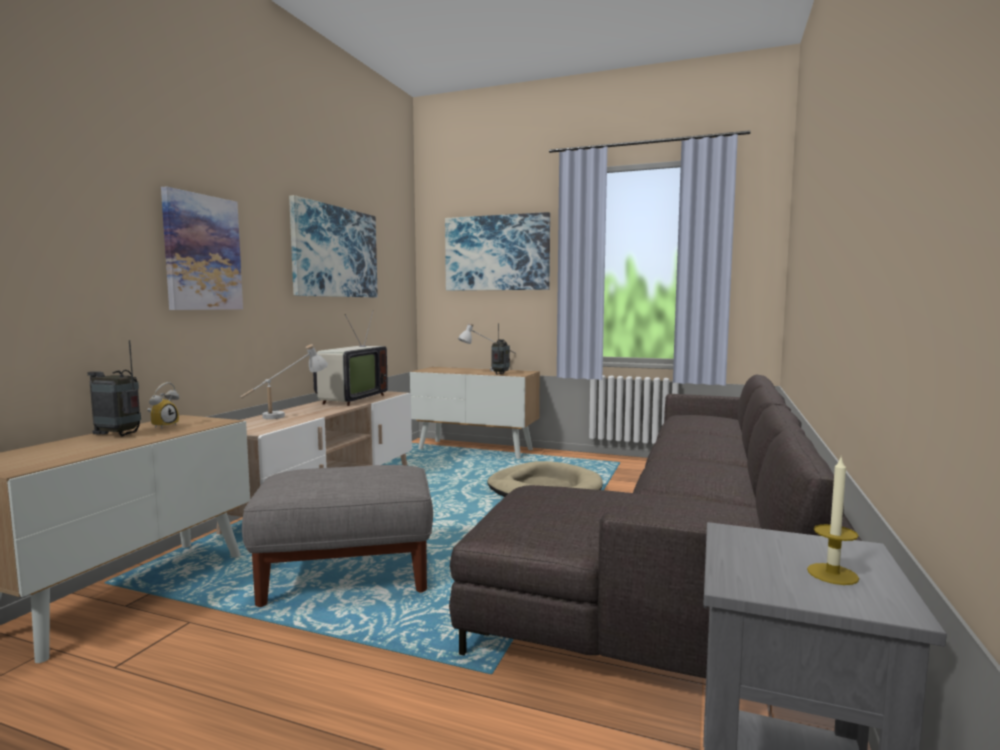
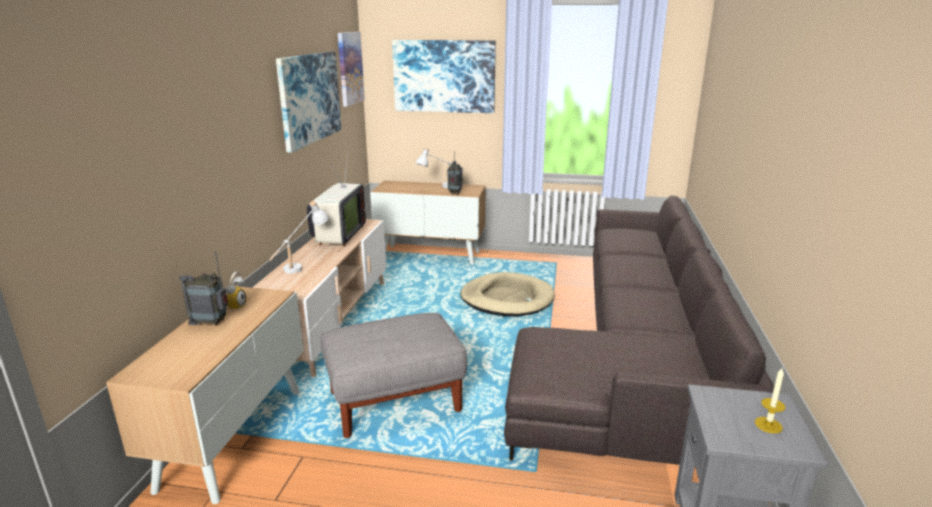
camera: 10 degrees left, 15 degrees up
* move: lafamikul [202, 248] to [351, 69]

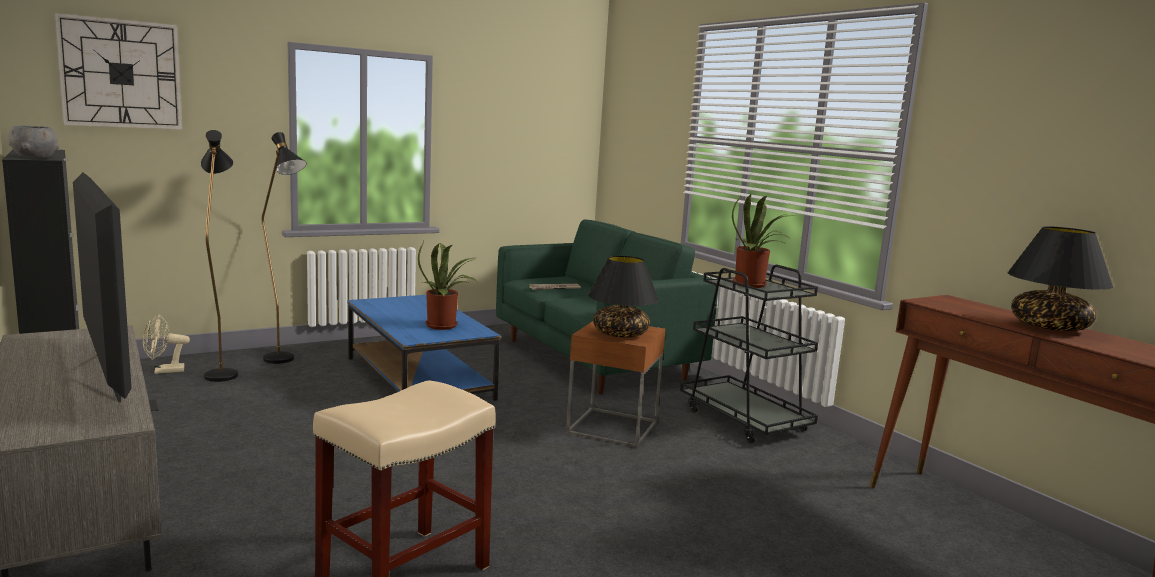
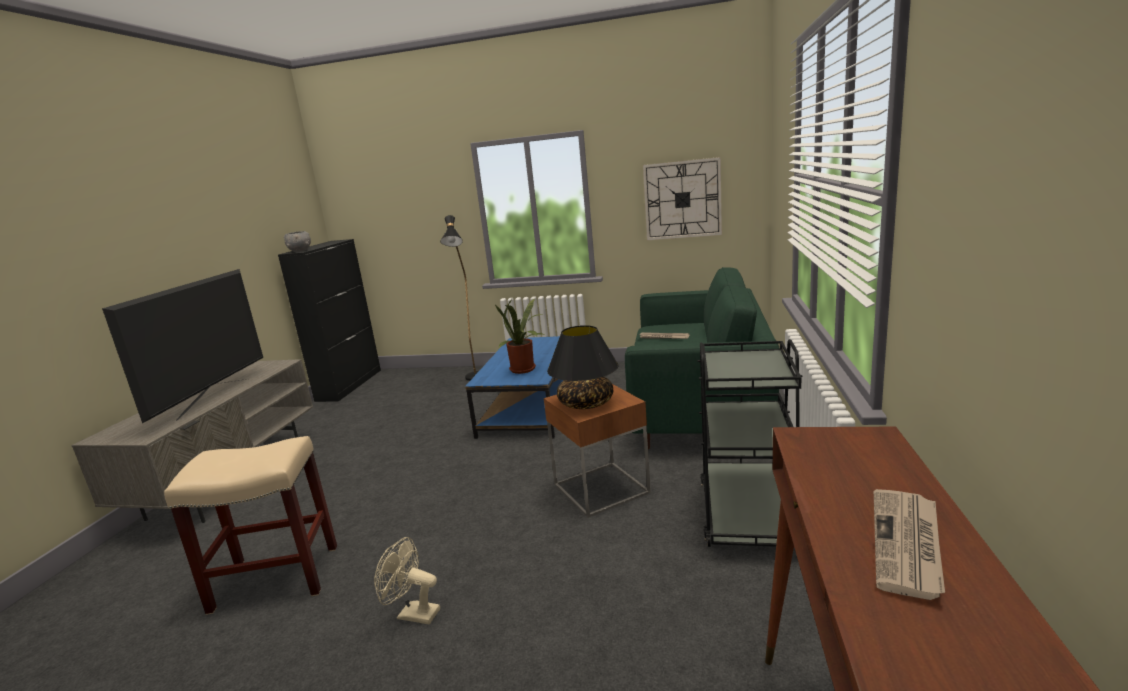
camera: 45 degrees right, 5 degrees up
* delete: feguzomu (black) [219, 256]
* delete: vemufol [763, 241]
* move: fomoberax [118, 71] to [682, 198]
* move: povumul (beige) [166, 344] to [407, 580]
* replace: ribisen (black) [1060, 278] to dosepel [909, 544]

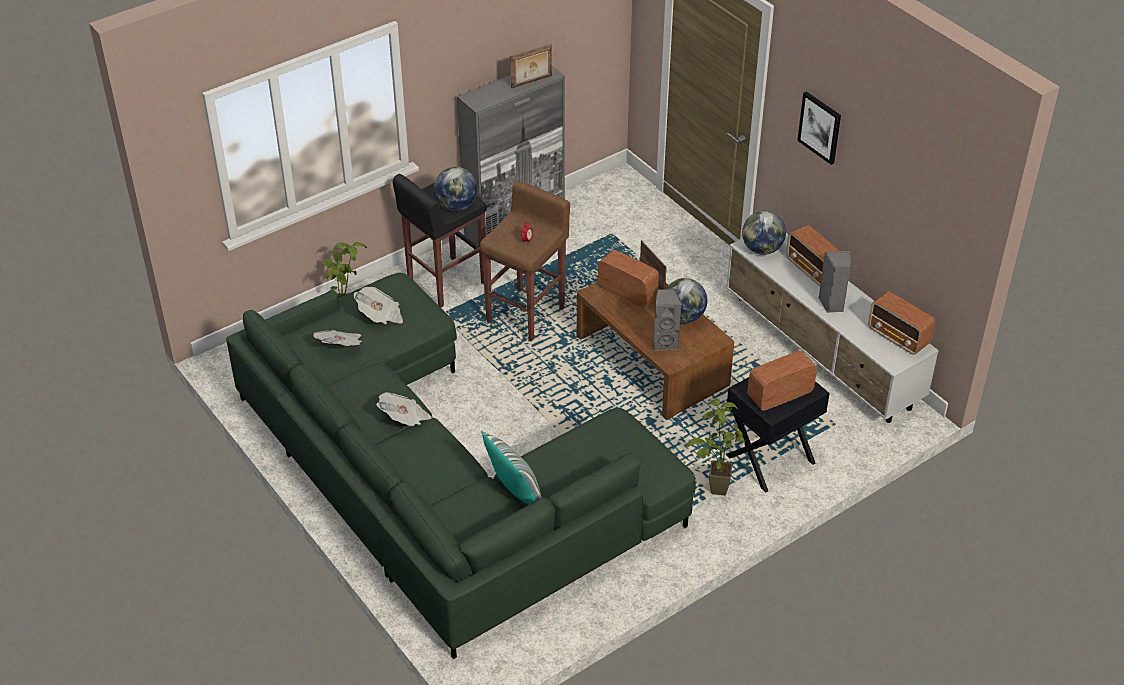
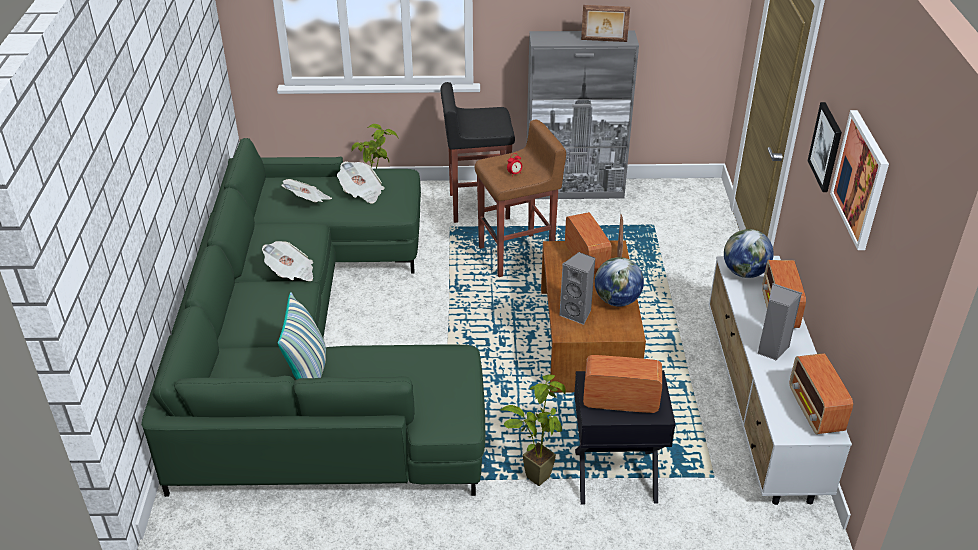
camera: 35 degrees right, 5 degrees down
* delete: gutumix [455, 189]
* insert: lafamikul [859, 180]

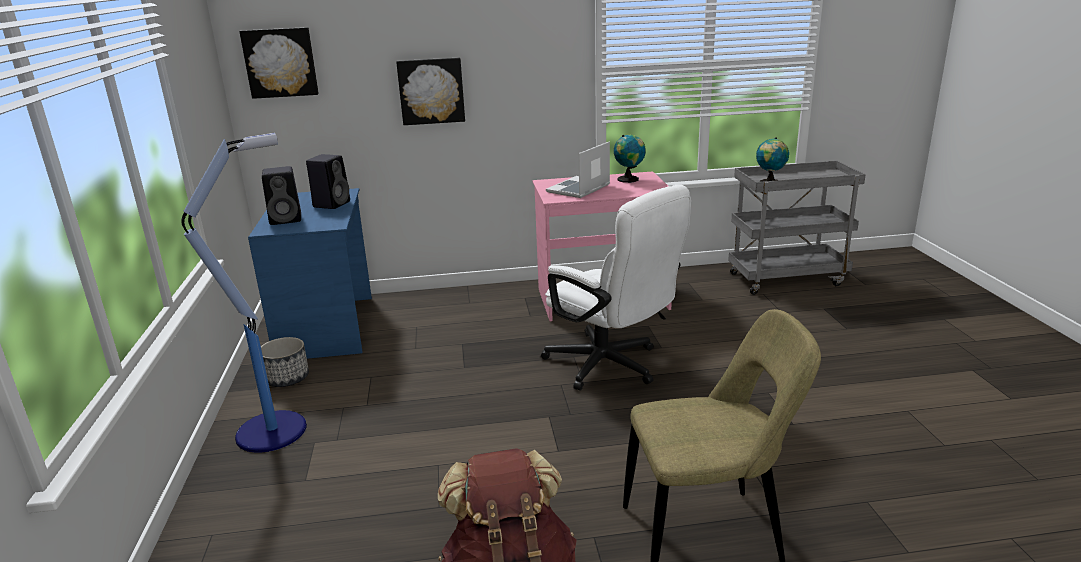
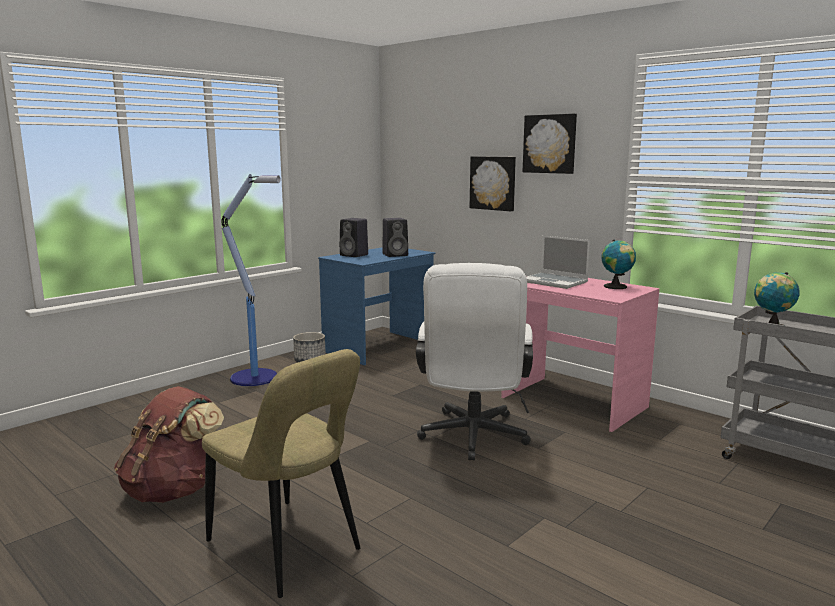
camera: 50 degrees right, 10 degrees down
* move: lafamikul [279, 63] to [550, 144]
* rotate: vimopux [578, 170] = [558, 262] 135 degrees counterclockwise

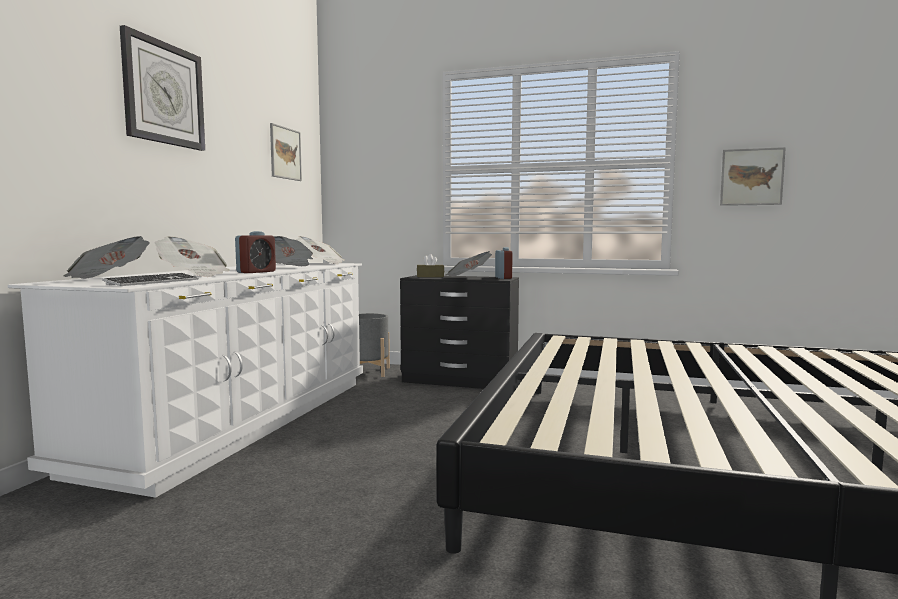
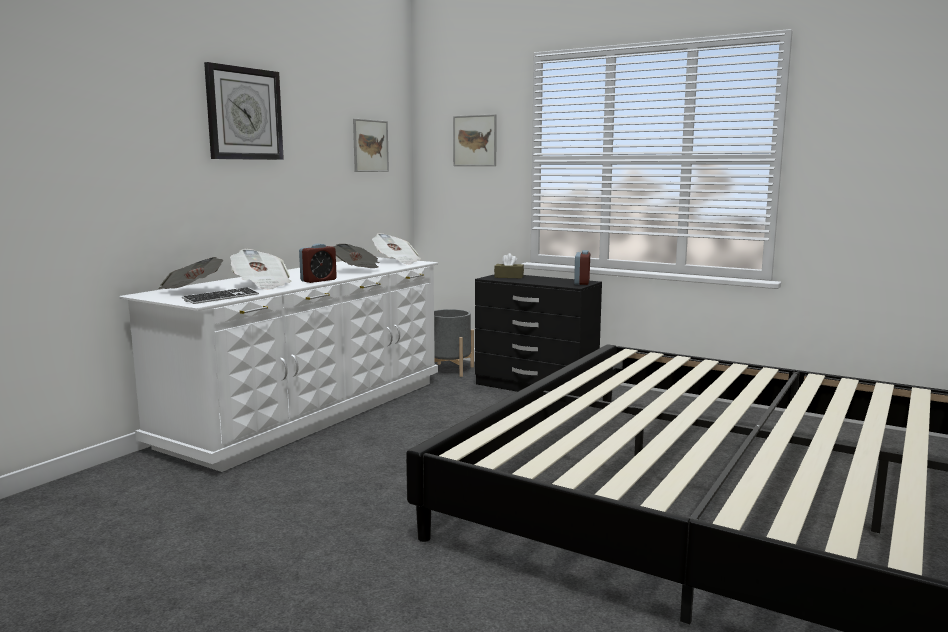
camera: 15 degrees right, 5 degrees up
* delete: dosepel [468, 264]
* move: lafamikul [753, 176] to [475, 140]

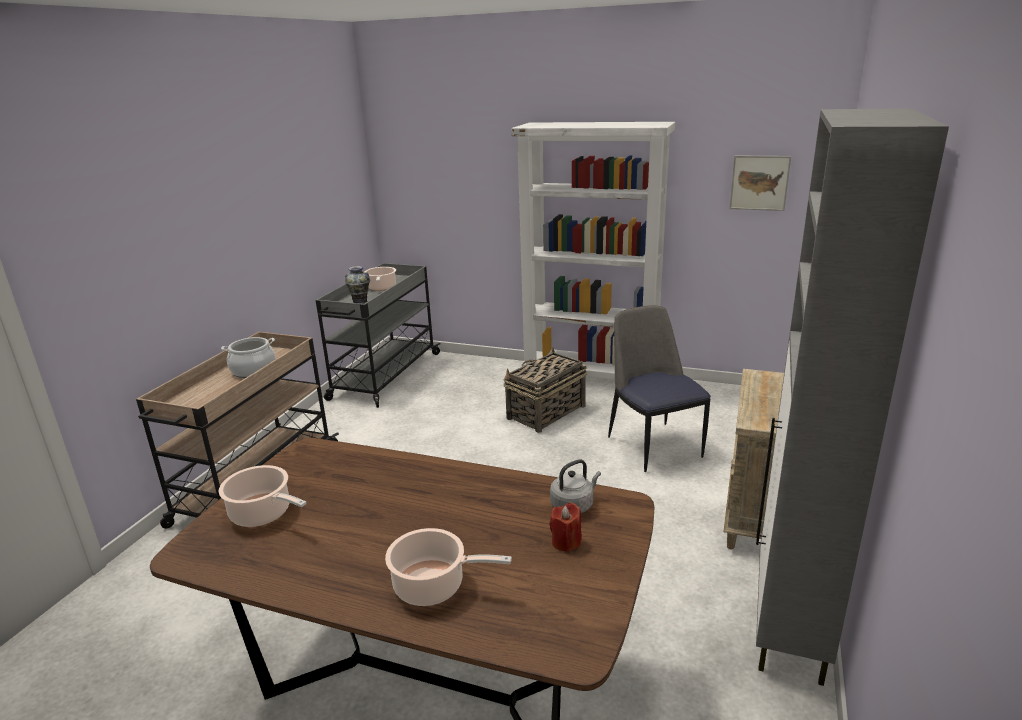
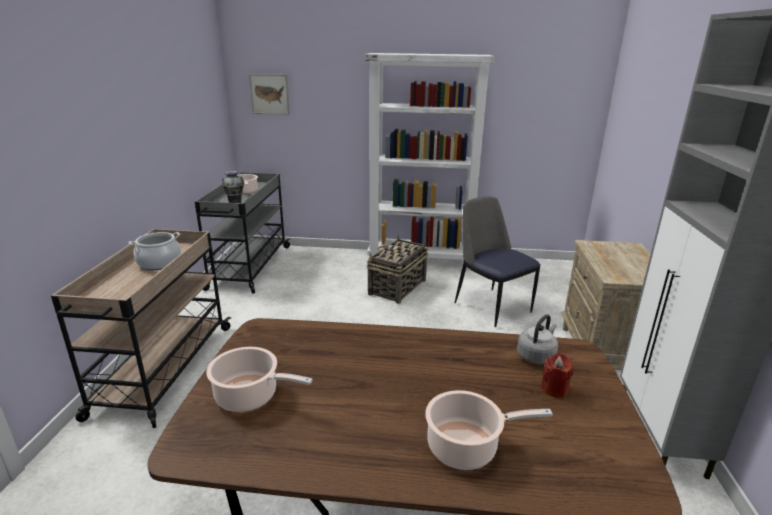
camera: 15 degrees left, 0 degrees up
* move: lafamikul [760, 183] to [269, 94]

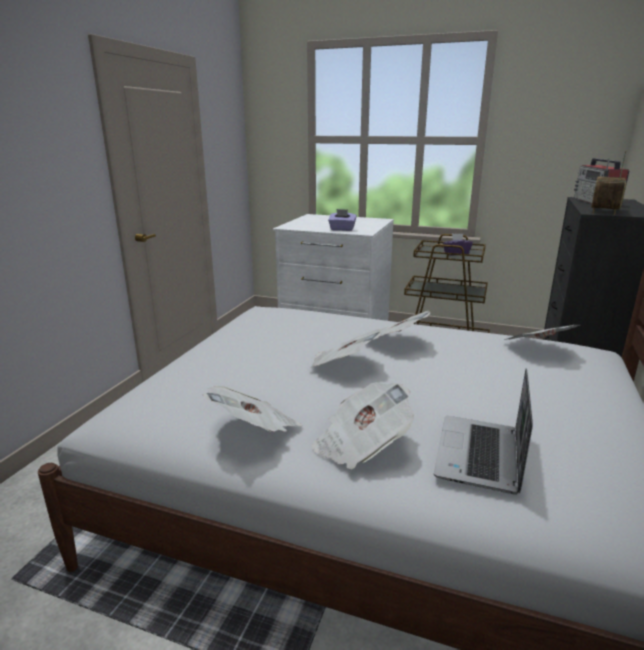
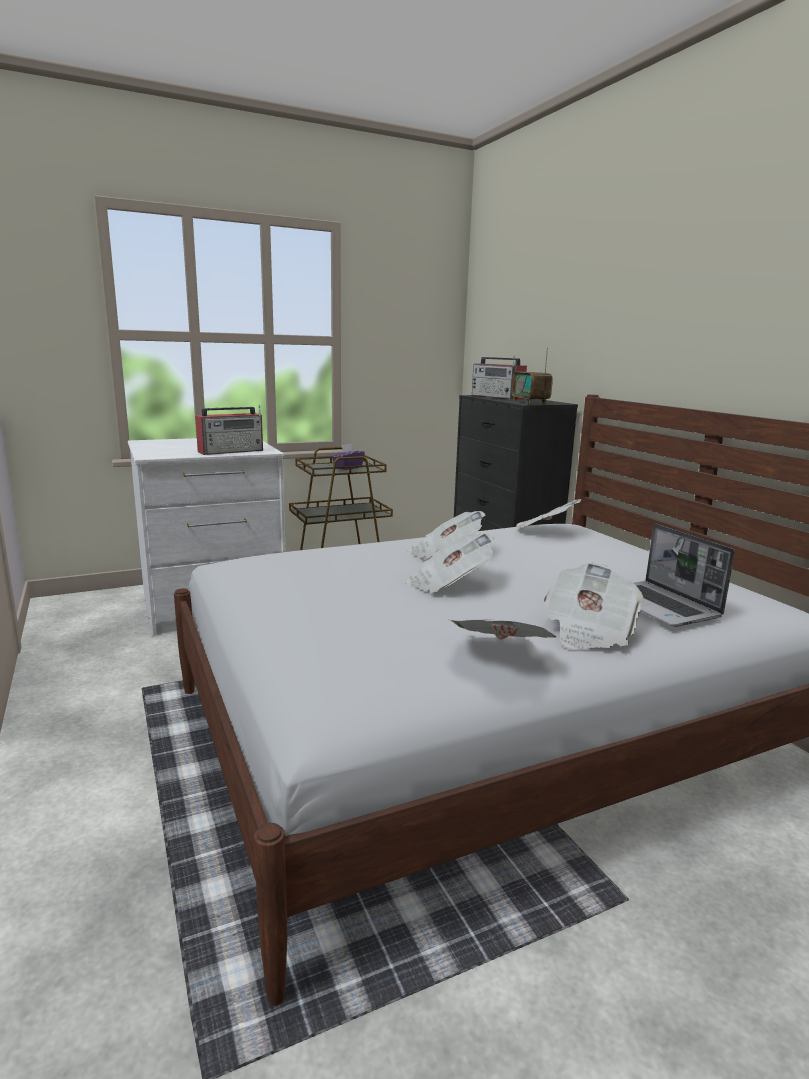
camera: 45 degrees left, 5 degrees down
* replace: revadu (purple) [342, 220] to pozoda [229, 430]

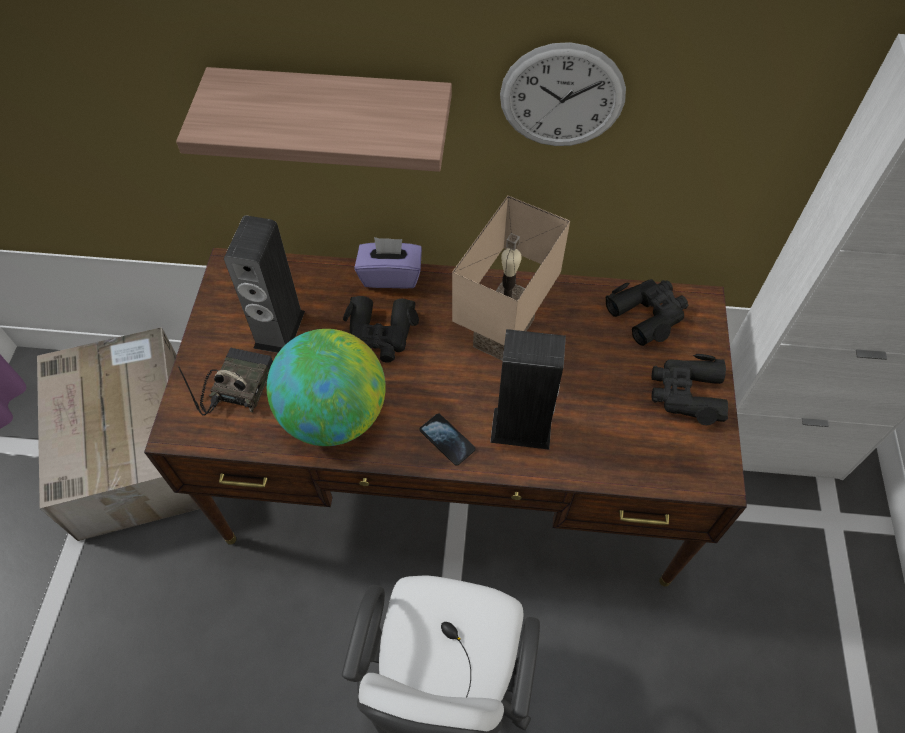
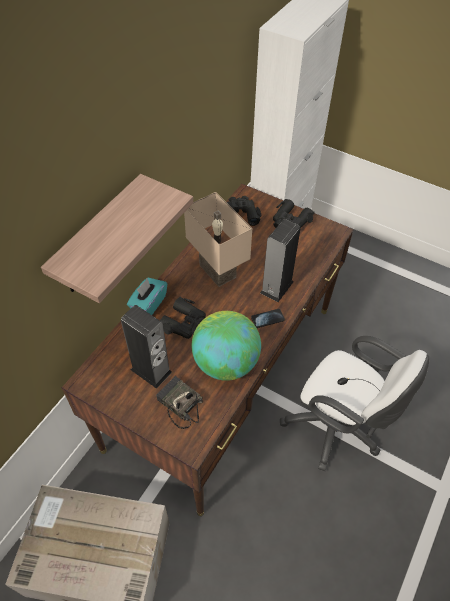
camera: 65 degrees left, 5 degrees down
* delete: fomoberax [563, 94]
* recolor: revadu (purple) [388, 263] to revadu (turquoise) [147, 296]

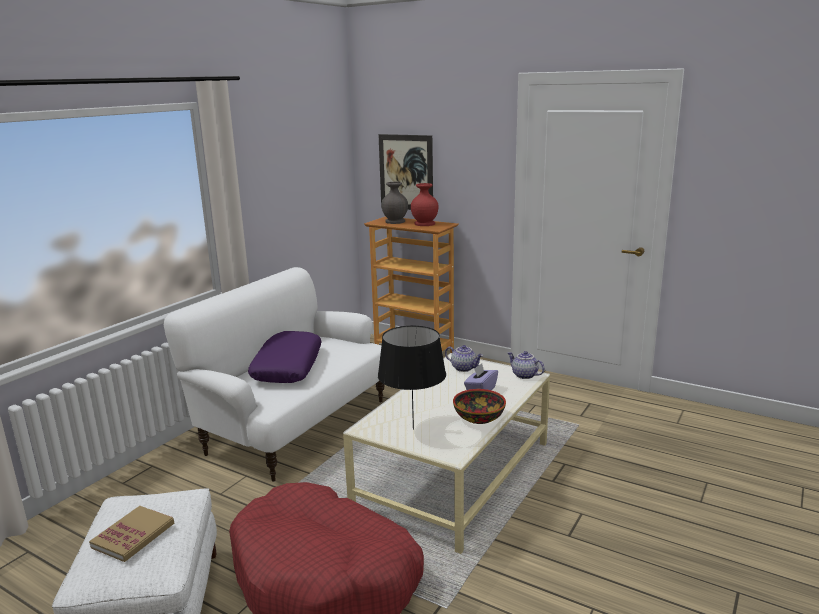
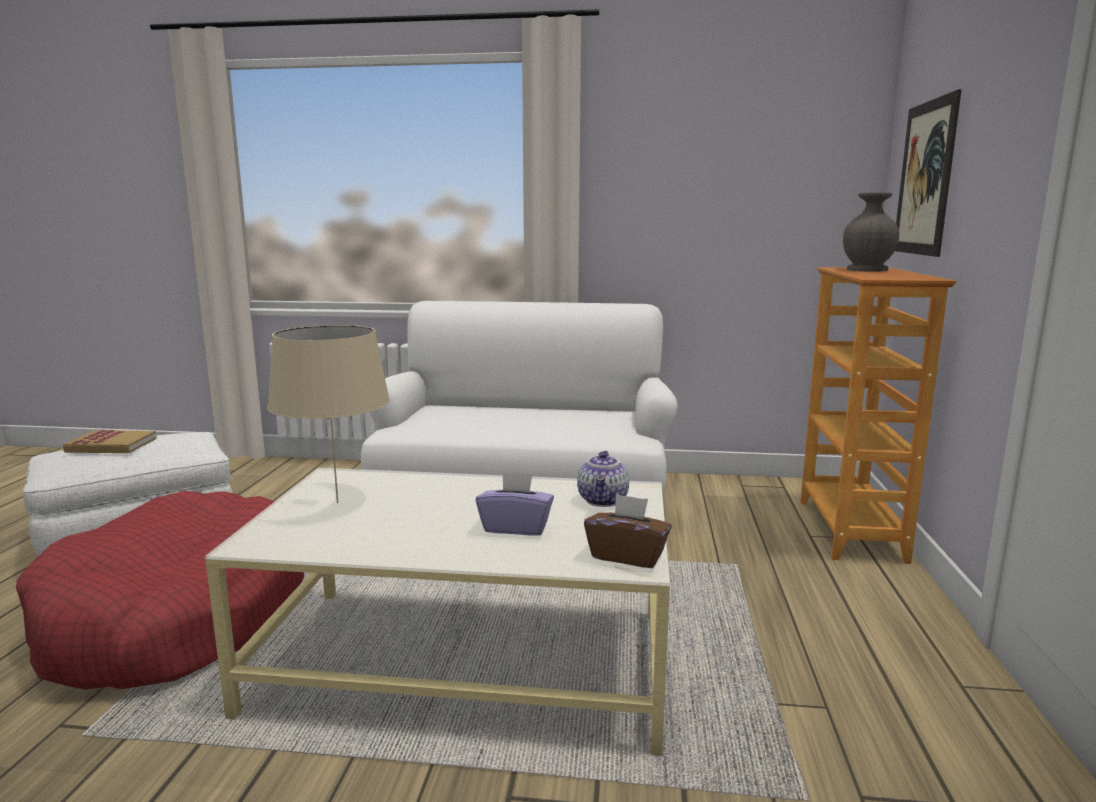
camera: 65 degrees right, 5 degrees down
* delete: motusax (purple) [284, 357]
* delete: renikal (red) [425, 204]
* delete: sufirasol [479, 406]
* replace: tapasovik [525, 365] to revadu (brown) [628, 531]
* recolor: ribisen (black) [412, 378] to ribisen (beige) [328, 414]

